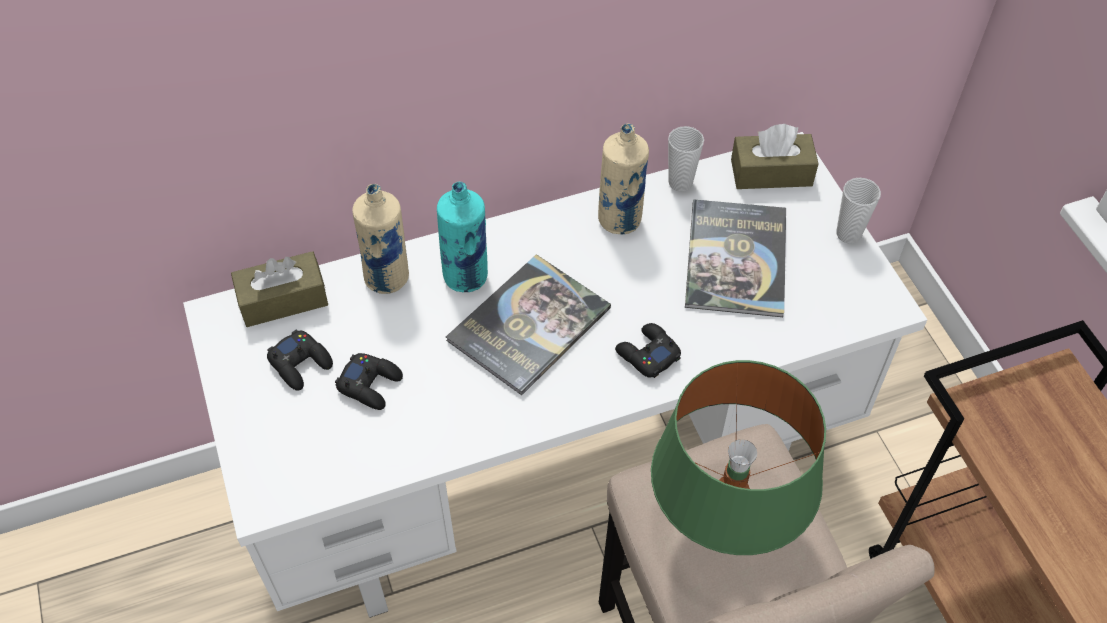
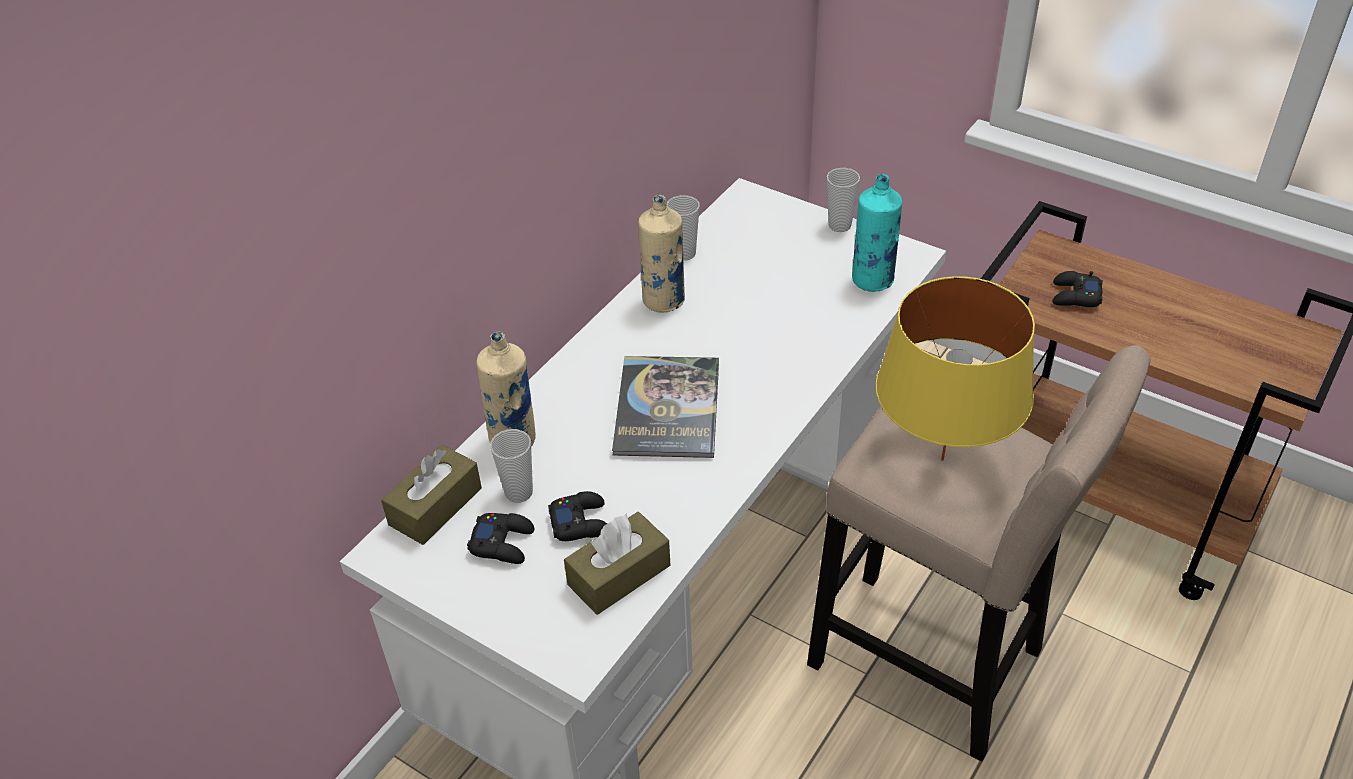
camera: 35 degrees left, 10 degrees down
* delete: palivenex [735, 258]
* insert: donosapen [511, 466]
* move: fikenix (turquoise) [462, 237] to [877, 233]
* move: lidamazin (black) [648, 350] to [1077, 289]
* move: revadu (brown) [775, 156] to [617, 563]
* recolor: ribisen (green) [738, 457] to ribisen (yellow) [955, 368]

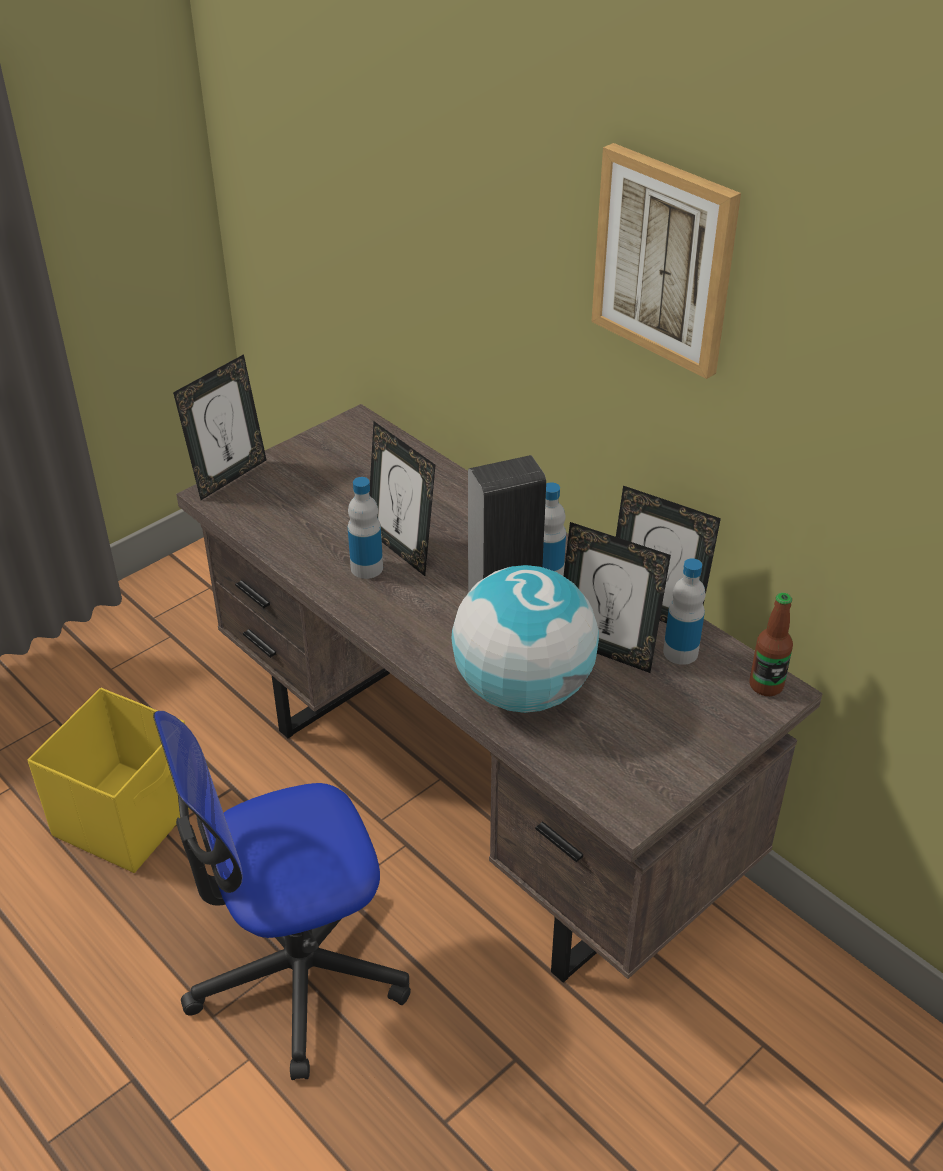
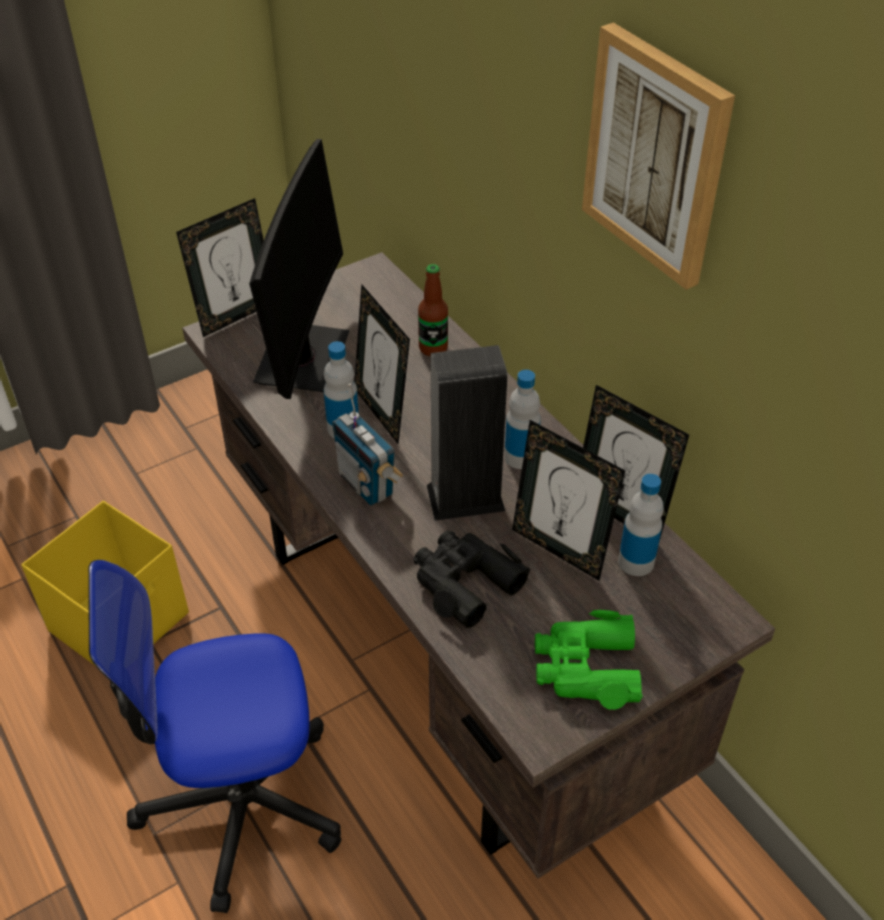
camera: 10 degrees right, 5 degrees up
* insert: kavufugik [299, 269]
* insert: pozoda [368, 445]
* insert: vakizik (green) [589, 660]
* move: fikenix [771, 644] to [433, 310]
* replace: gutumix [525, 639] to vakizik (black) [471, 579]

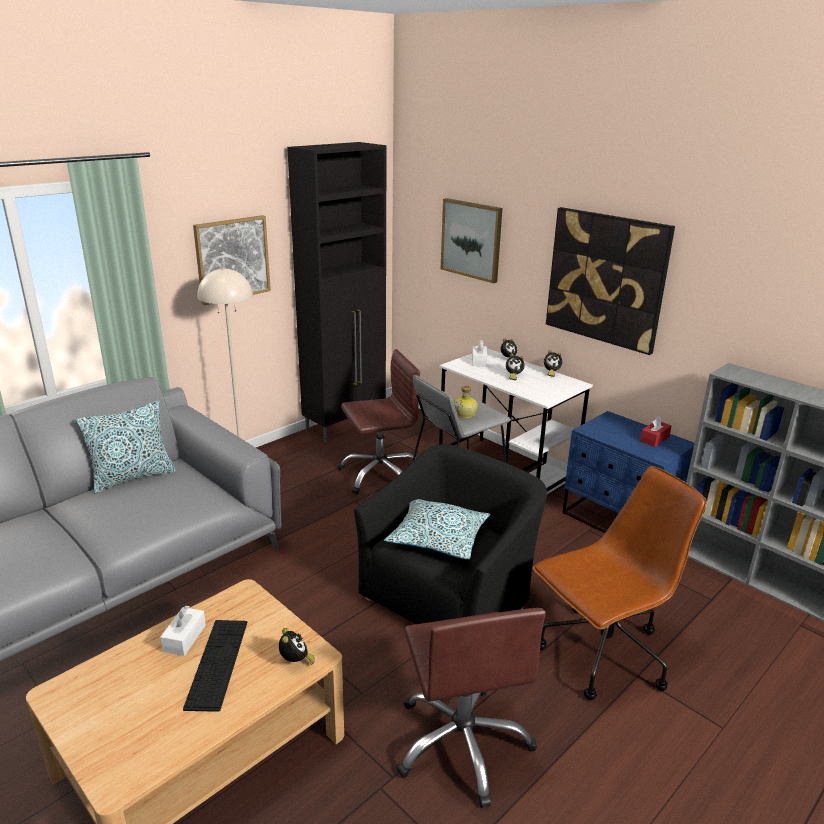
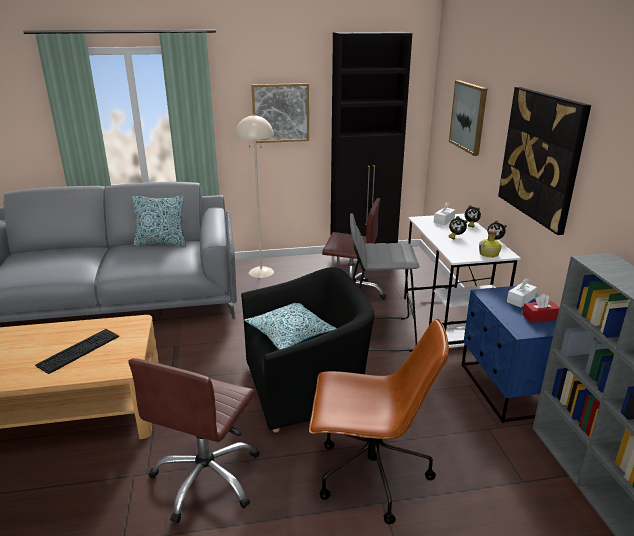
camera: 35 degrees right, 0 degrees up
* delete: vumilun [297, 646]
* move: revadu (white) [183, 631] to [522, 293]
* move: fikenix [466, 401] to [490, 243]

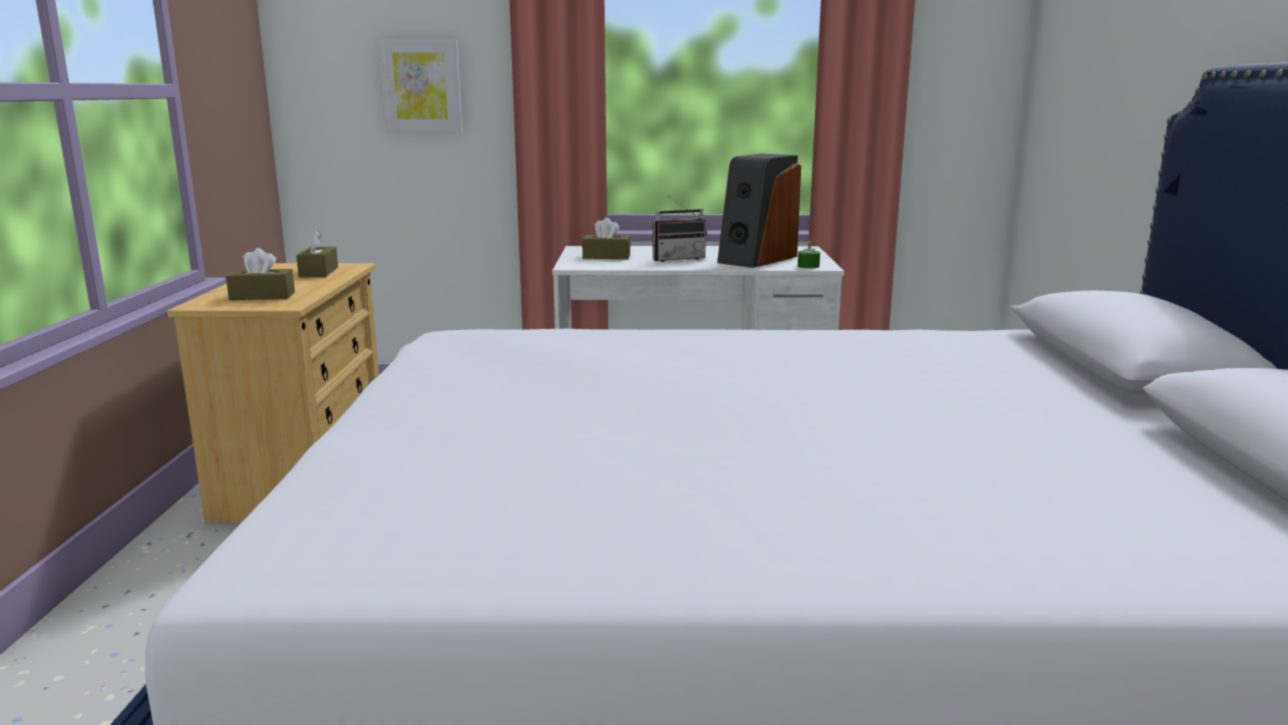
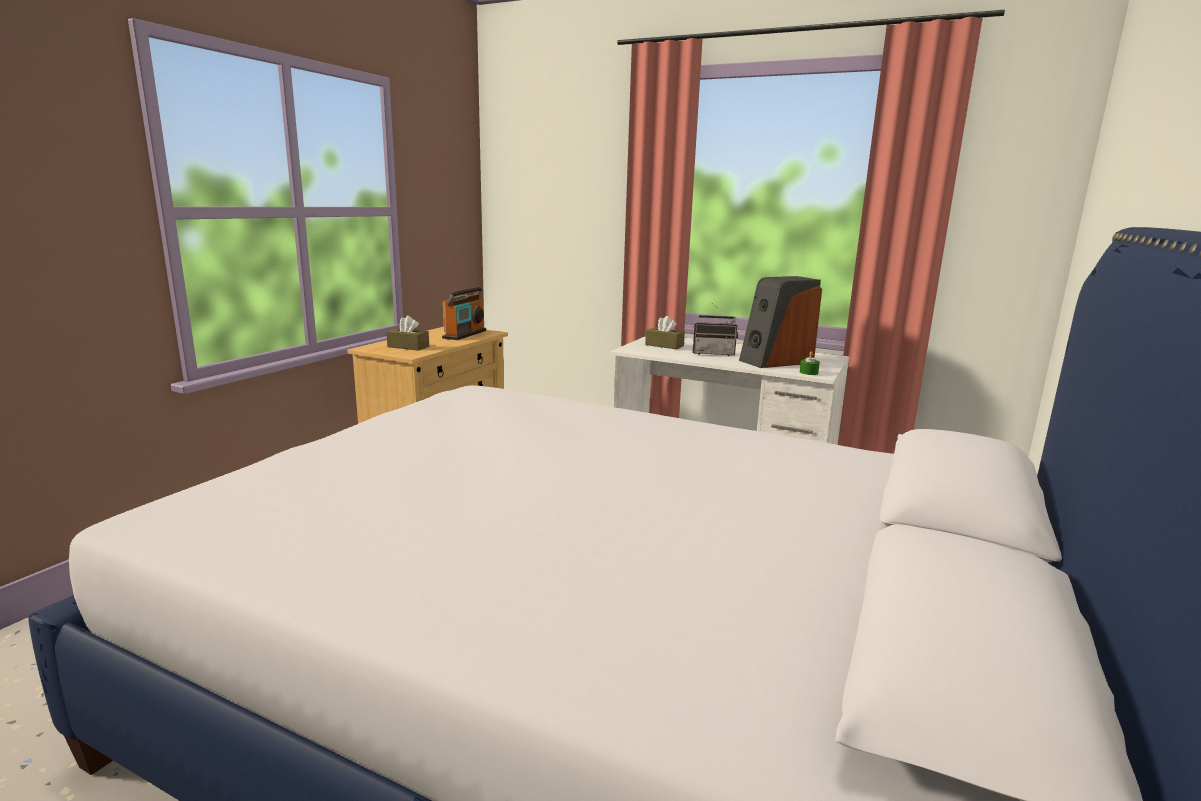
camera: 25 degrees right, 0 degrees up
* delete: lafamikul [420, 85]
* replace: revadu (brown) [317, 253] to pozoda [464, 313]

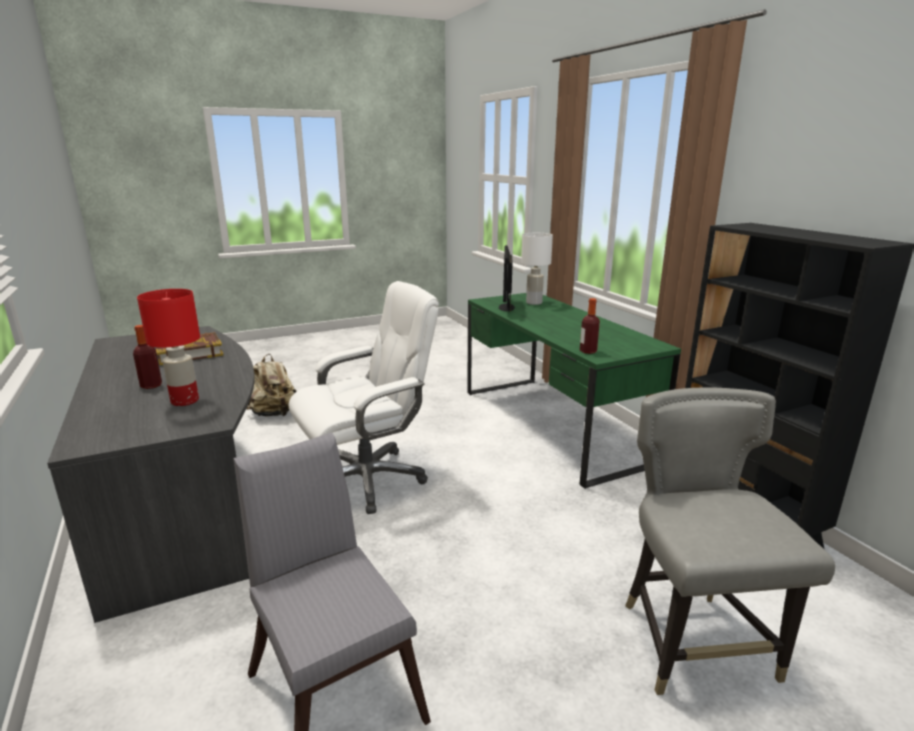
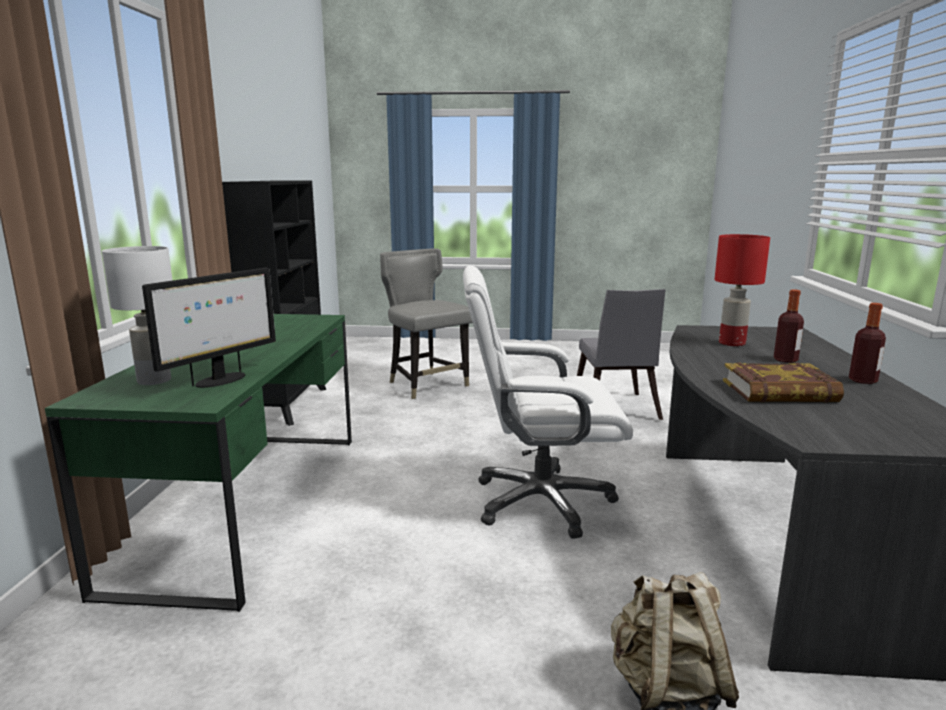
camera: 150 degrees left, 5 degrees down
* move: fikenix [590, 326] to [867, 343]
* rotate: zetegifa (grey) [730, 541] = [426, 323] 120 degrees clockwise

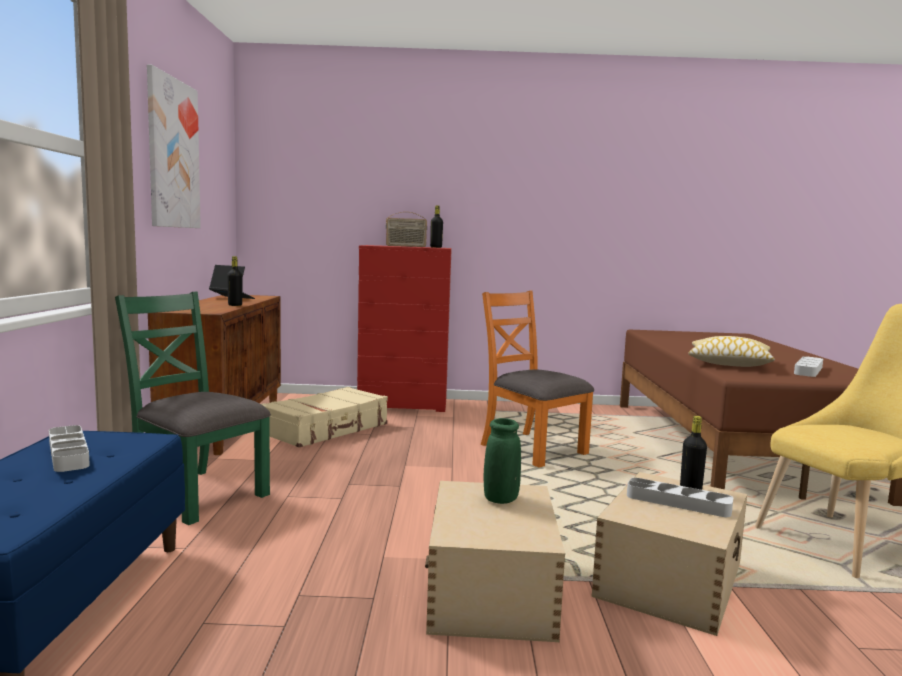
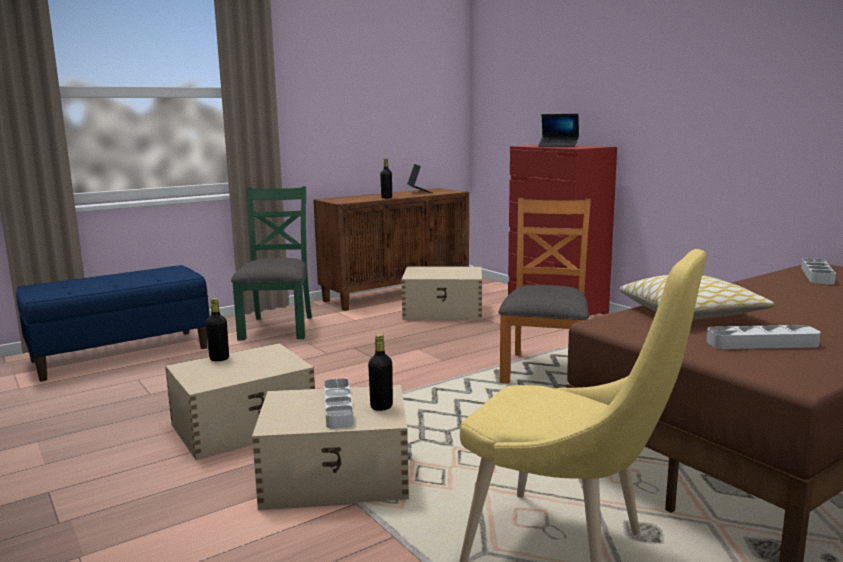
camera: 55 degrees right, 5 degrees up
* delete: lafamikul [174, 146]
* delete: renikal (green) [502, 461]
* move: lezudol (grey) [69, 448] to [818, 271]
* move: fikenix (black) [436, 226] to [217, 329]
* replace: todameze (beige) [324, 417] to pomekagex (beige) [441, 293]
* replace: pozoda [406, 229] to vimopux [558, 130]

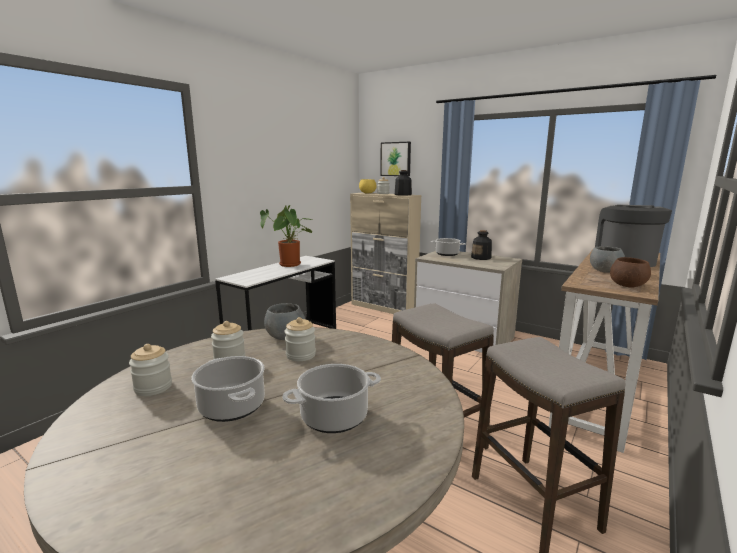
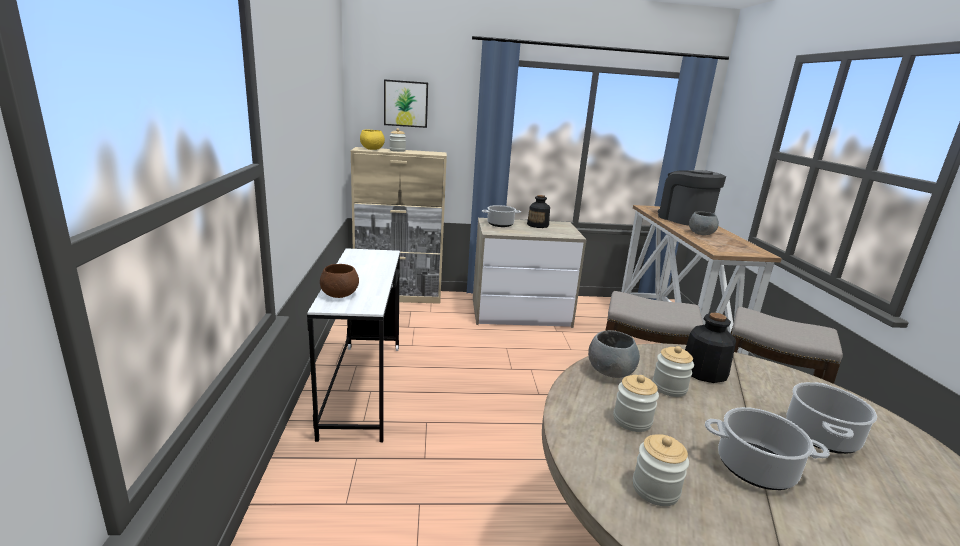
camera: 40 degrees left, 5 degrees up
* delete: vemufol [286, 236]
* move: fikenix [403, 183] to [710, 348]
* move: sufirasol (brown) [630, 272] to [339, 281]

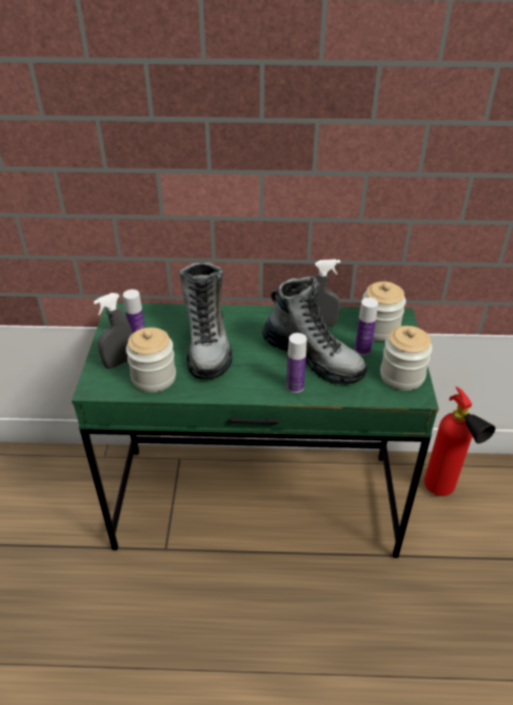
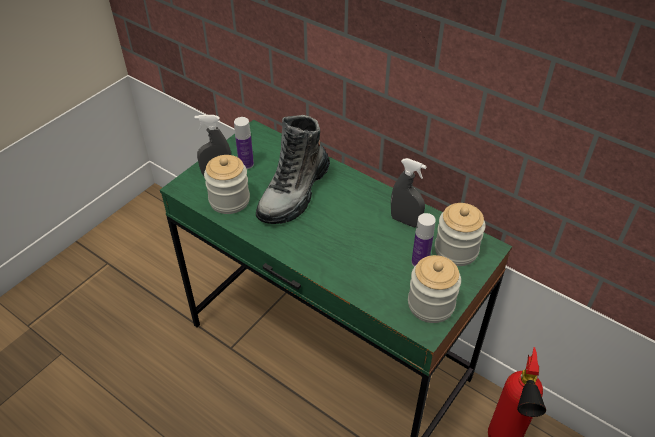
camera: 35 degrees right, 5 degrees up
* delete: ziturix [314, 330]
* delete: fikenix [296, 363]

